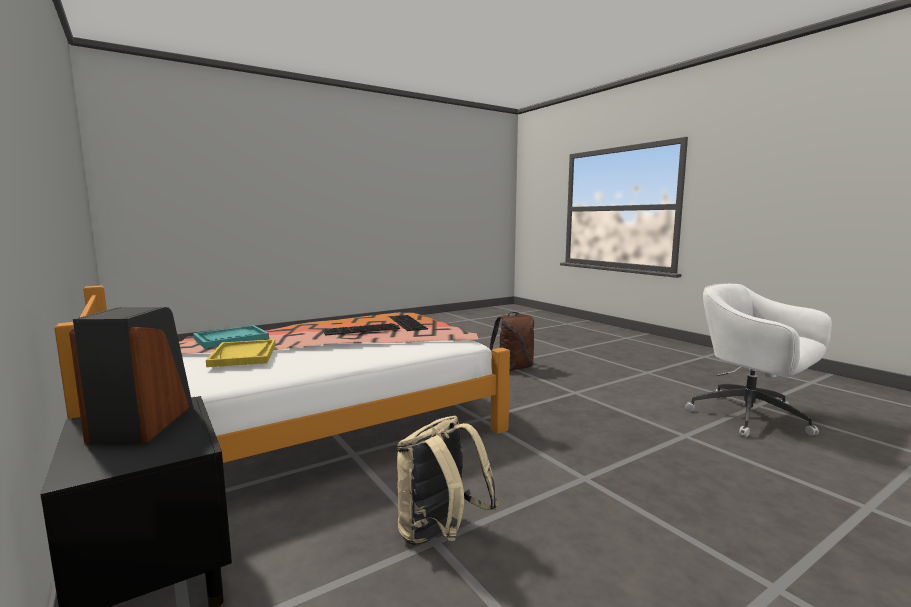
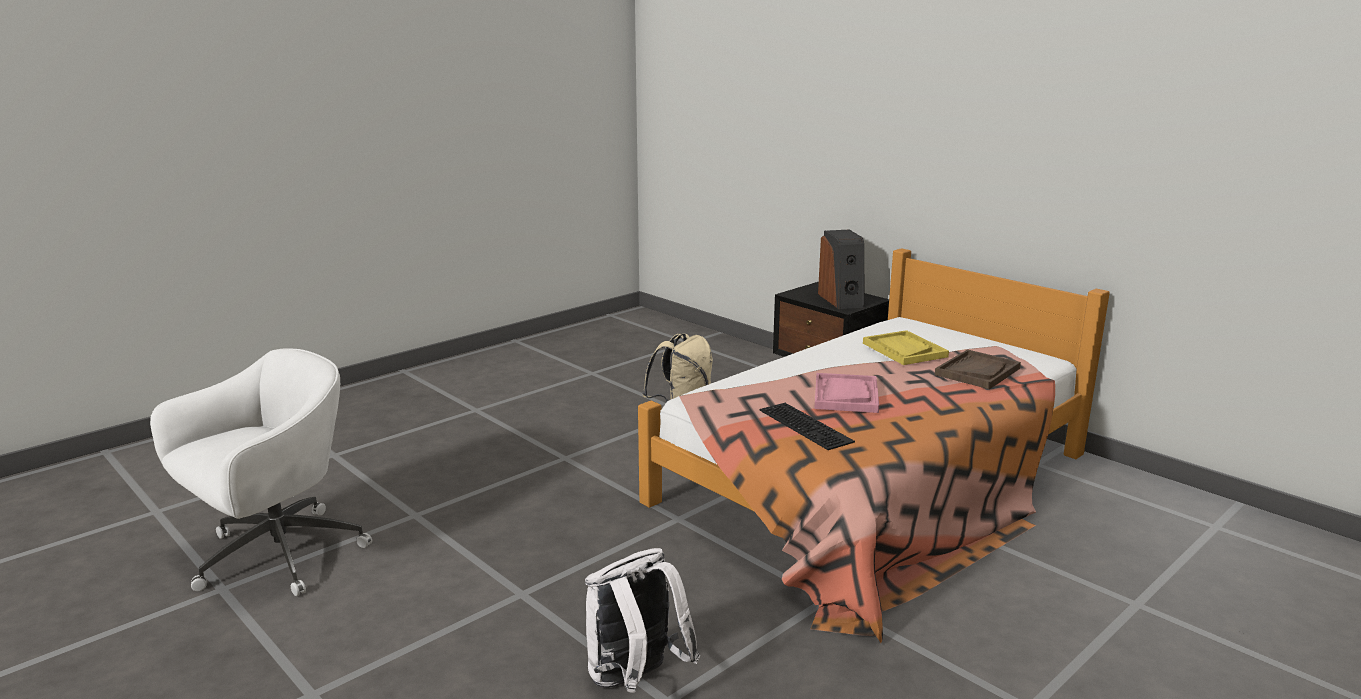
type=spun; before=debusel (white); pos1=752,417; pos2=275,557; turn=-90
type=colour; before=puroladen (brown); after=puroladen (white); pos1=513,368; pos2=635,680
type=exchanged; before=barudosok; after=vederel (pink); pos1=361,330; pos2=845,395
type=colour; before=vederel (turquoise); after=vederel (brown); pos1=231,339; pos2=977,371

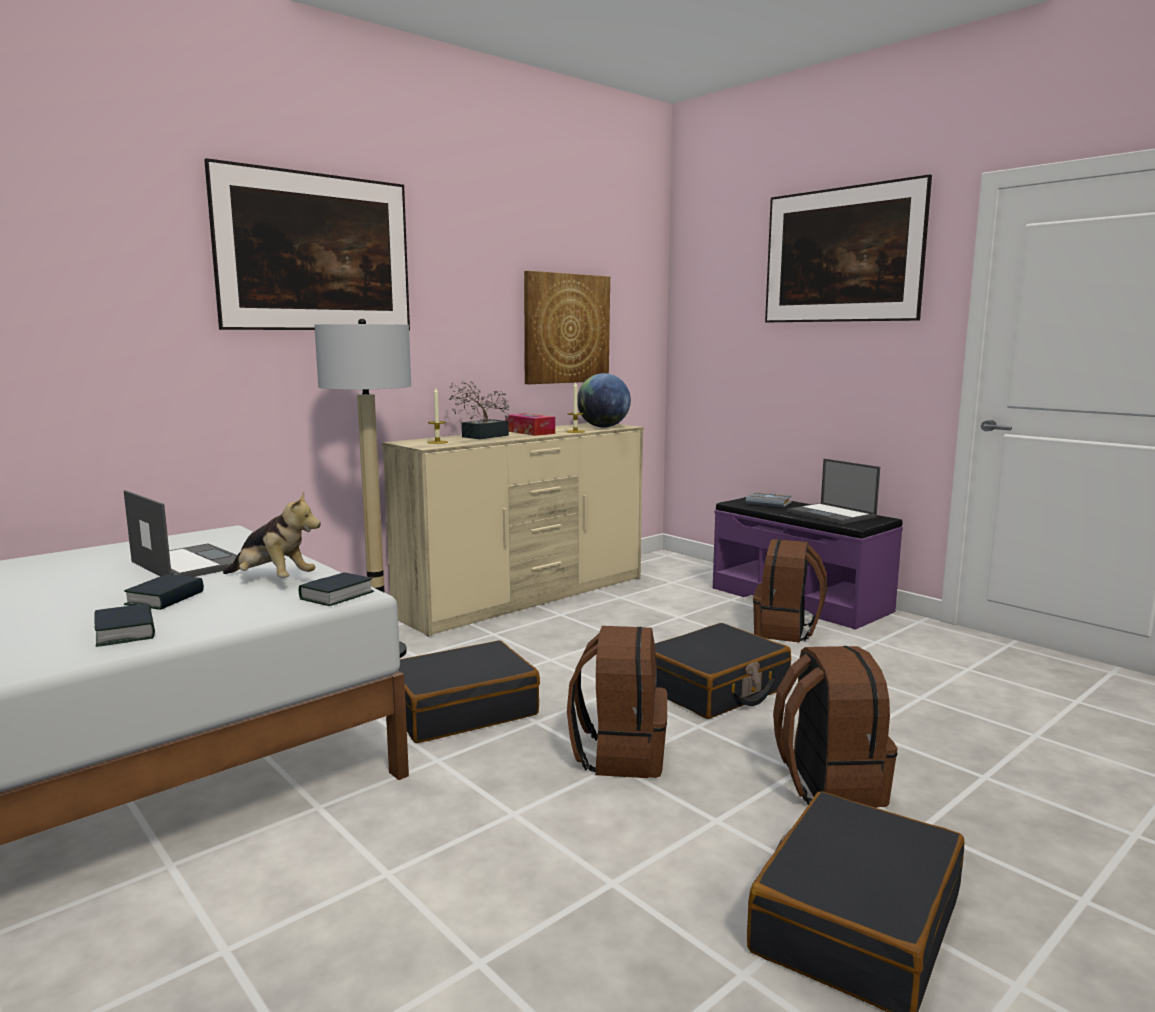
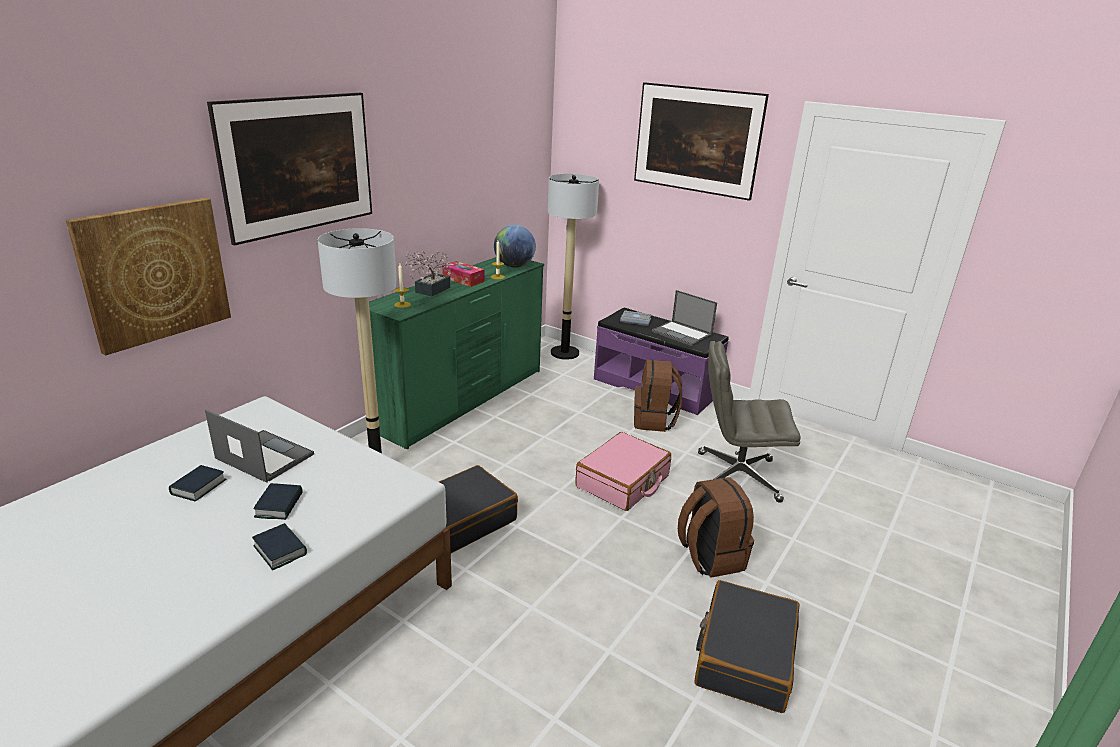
type=relocated; before=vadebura; pos1=566,328; pos2=155,273
type=relocated; before=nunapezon; pos1=336,596; pos2=198,487
type=colour; before=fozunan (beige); after=fozunan (green); pos1=526,597; pos2=463,399
type=appeared; after=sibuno; pos2=565,353
type=colour; before=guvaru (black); after=guvaru (pink); pos1=715,689; pos2=623,482
type=appeared; after=debusel (grey); pos2=736,476
type=missing; before=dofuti; pos1=272,580
type=missing; before=puroladen (brown); pos1=619,755

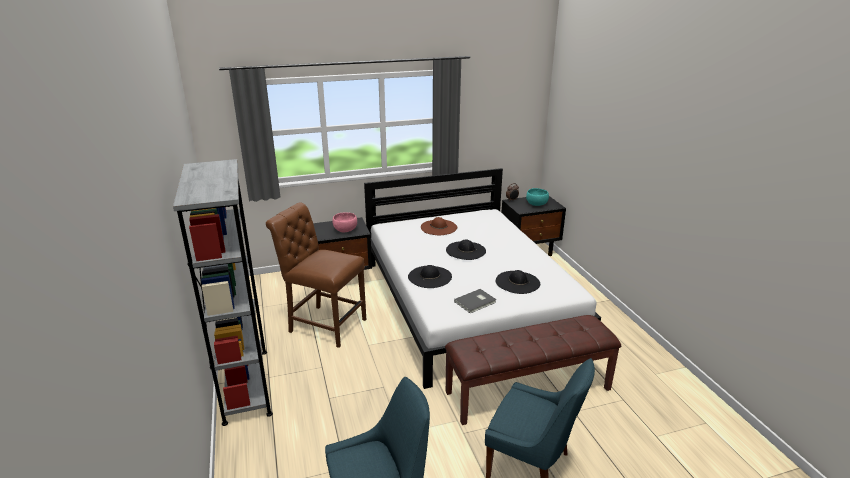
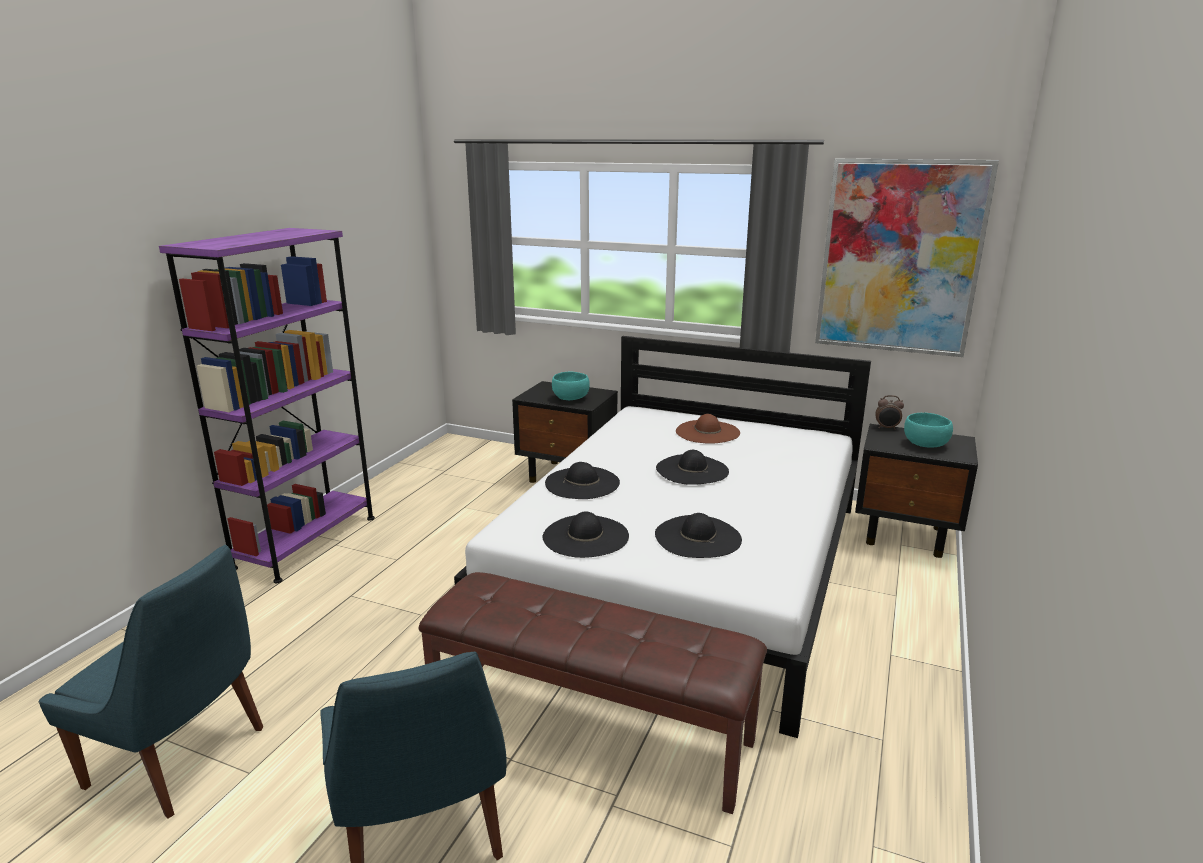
type=colour; before=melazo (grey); after=melazo (purple); pos1=246,385; pos2=306,542
type=exchanged; before=nunapezon (grey); after=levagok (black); pos1=476,302; pos2=585,536
type=colour; before=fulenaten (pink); after=fulenaten (turquoise); pos1=345,230; pos2=571,398
type=appeared; after=vadebura; pos2=899,258
type=missing; before=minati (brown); pos1=324,324

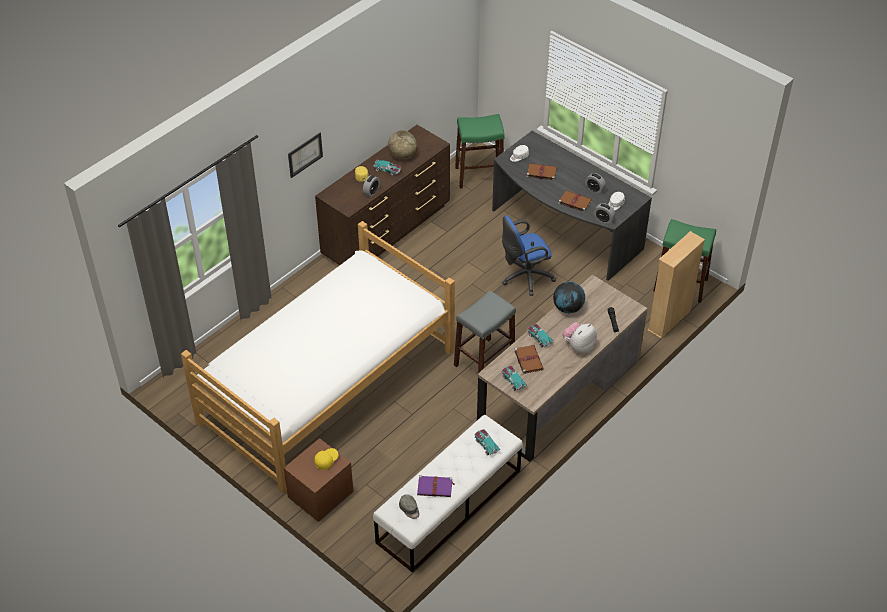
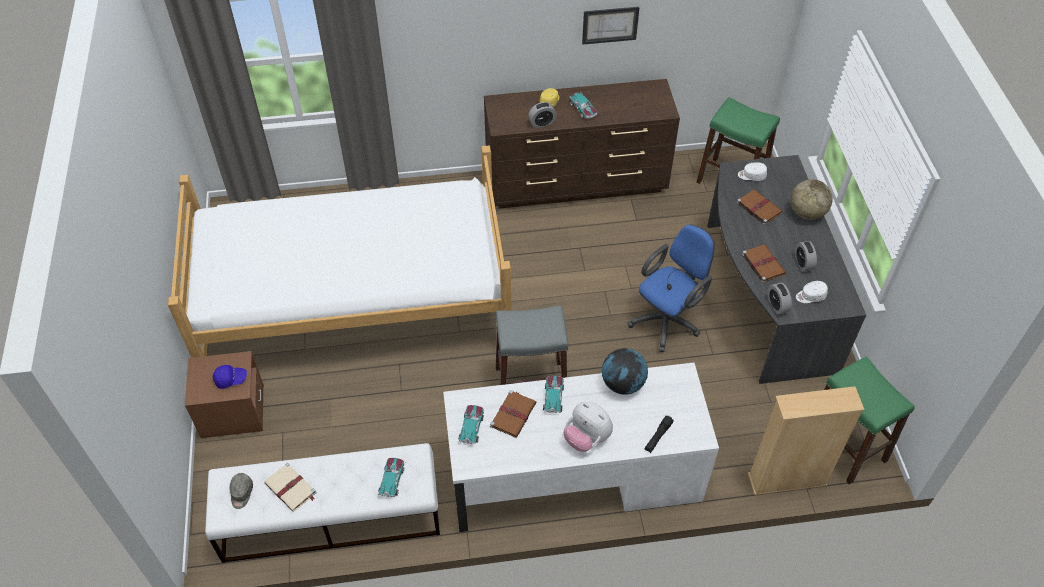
type=colour; before=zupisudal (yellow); after=zupisudal (blue); pos1=326,460; pos2=231,379
type=colour; before=nunapezon (purple); after=nunapezon (beige); pos1=435,487; pos2=291,488
type=colour; before=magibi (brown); after=magibi (white); pos1=559,391; pos2=574,474
type=spun; before=dofuti; pos1=578,346; pos2=586,438; turn=-135
type=relocated; before=vadebura; pos1=305,154; pos2=610,25
type=spun; before=debusel (blue); pos1=524,277; pos2=667,320; turn=120
type=relocated; before=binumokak; pos1=402,156; pos2=806,213

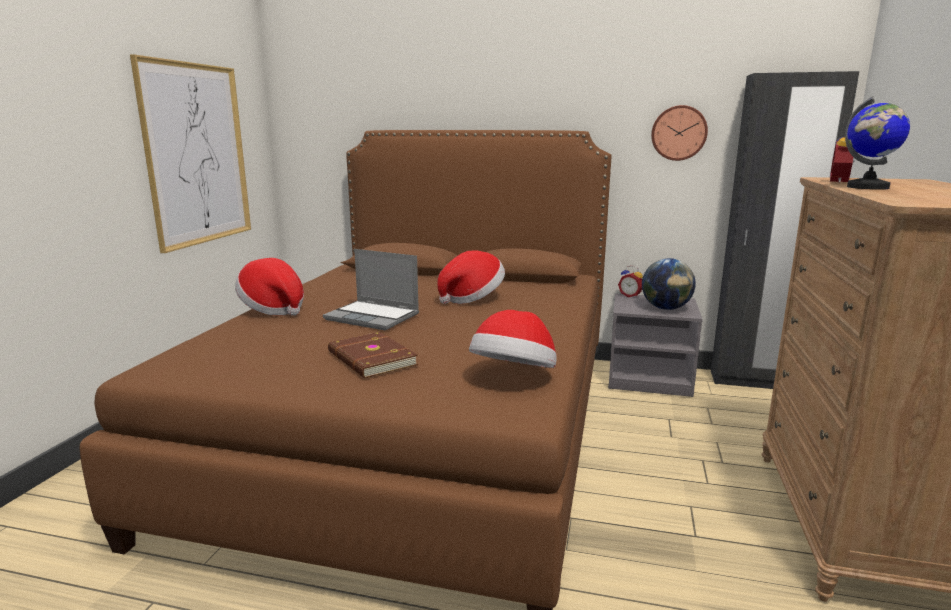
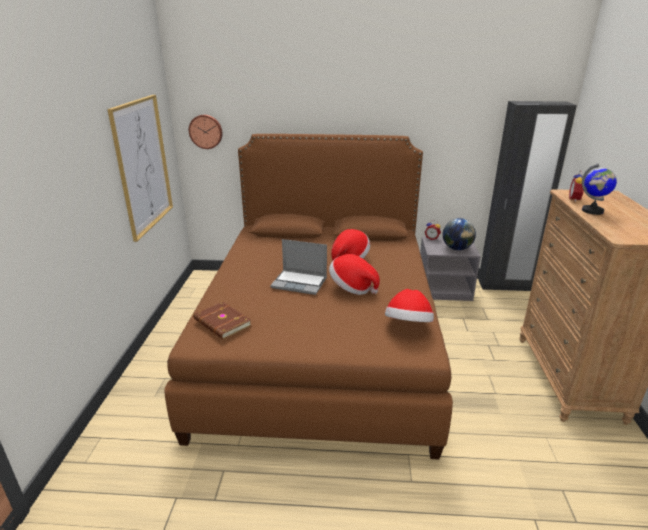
type=relocated; before=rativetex; pos1=678,133; pos2=206,131
type=relocated; before=nunapezon (brown); pos1=370,359; pos2=221,323
type=relocated; before=levagok; pos1=273,309; pos2=352,287

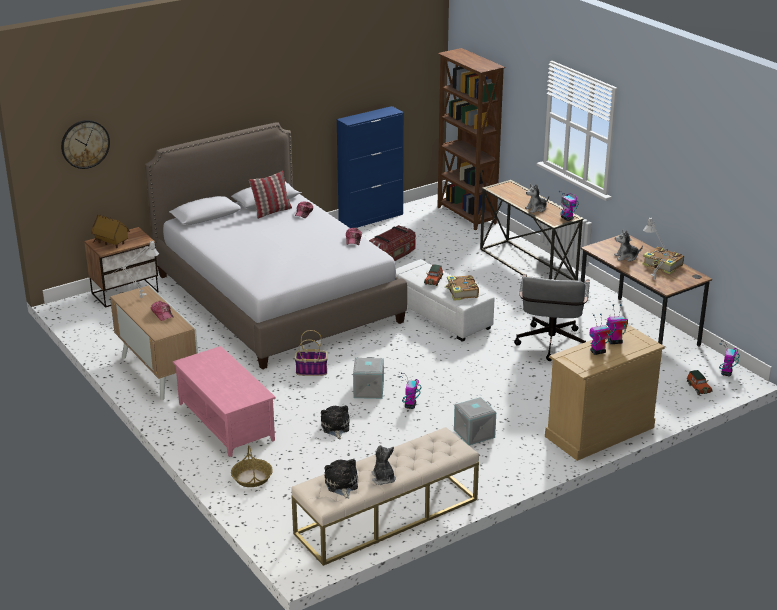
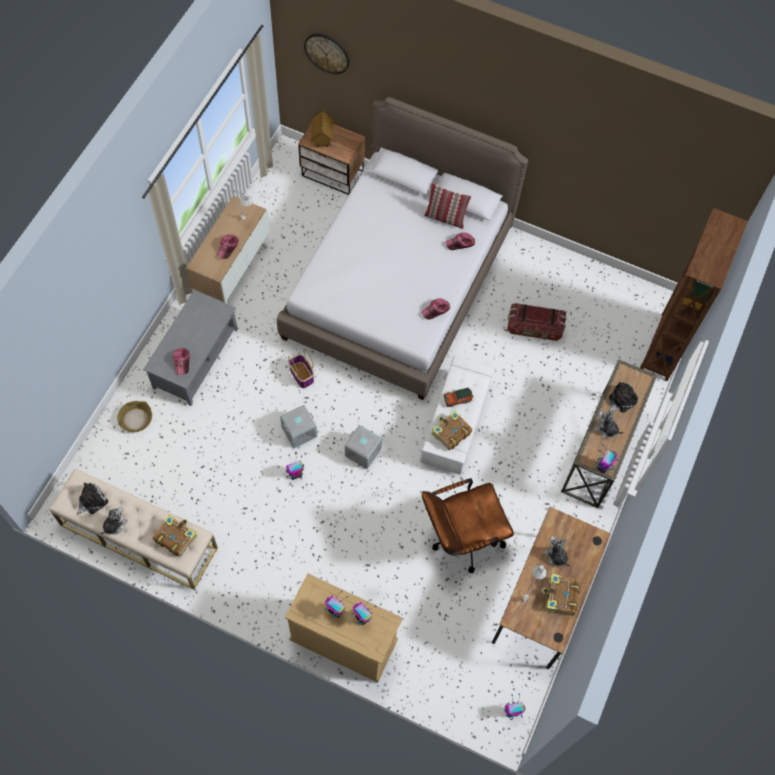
type=colour; before=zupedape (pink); after=zupedape (grey); pos1=225,422; pos2=195,358
type=appeared; after=nunapezon; pos2=175,537
type=appeared; after=zupisudal; pos2=182,362
type=relocated; before=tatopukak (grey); pos1=474,434; pos2=362,452
type=colour; before=debusel (grey); after=debusel (brown); pos1=550,346; pos2=460,538
type=relocated; before=dofuti; pos1=335,428; pos2=620,400
type=missing; before=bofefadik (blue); pos1=371,218
type=missing; before=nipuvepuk; pos1=698,388

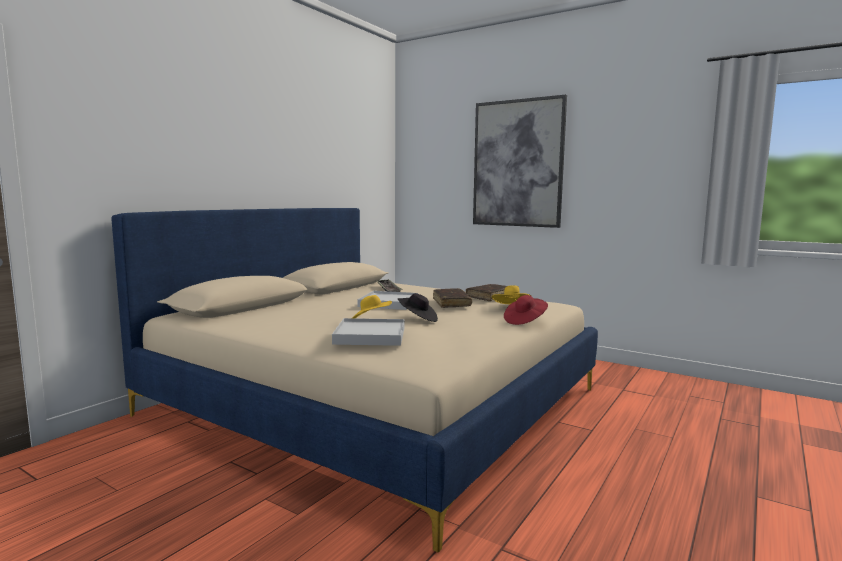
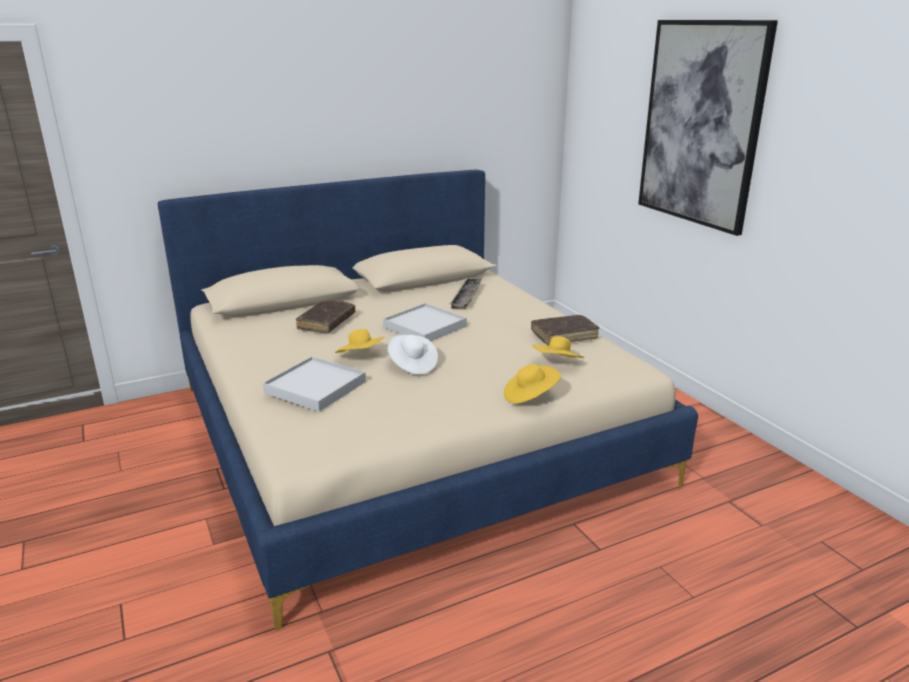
type=relocated; before=nunapezon (brown); pos1=451,303; pos2=326,322
type=colour; before=levagok (black); after=levagok (white); pos1=418,319; pos2=412,365
type=colour; before=levagok (red); after=levagok (yellow); pos1=525,321; pos2=530,396

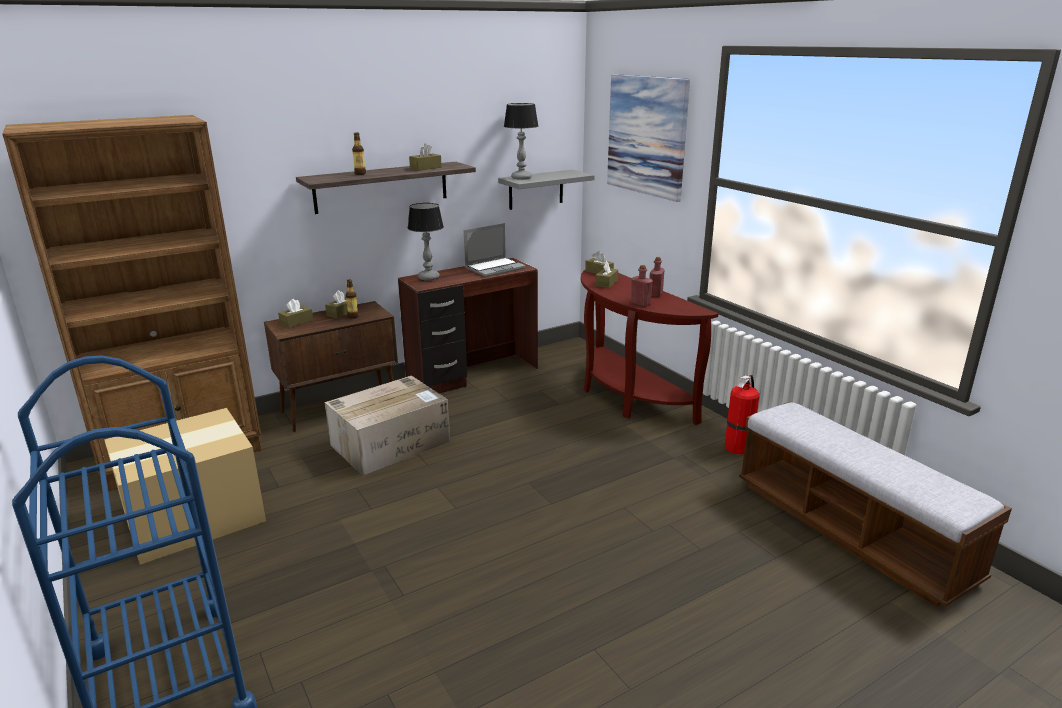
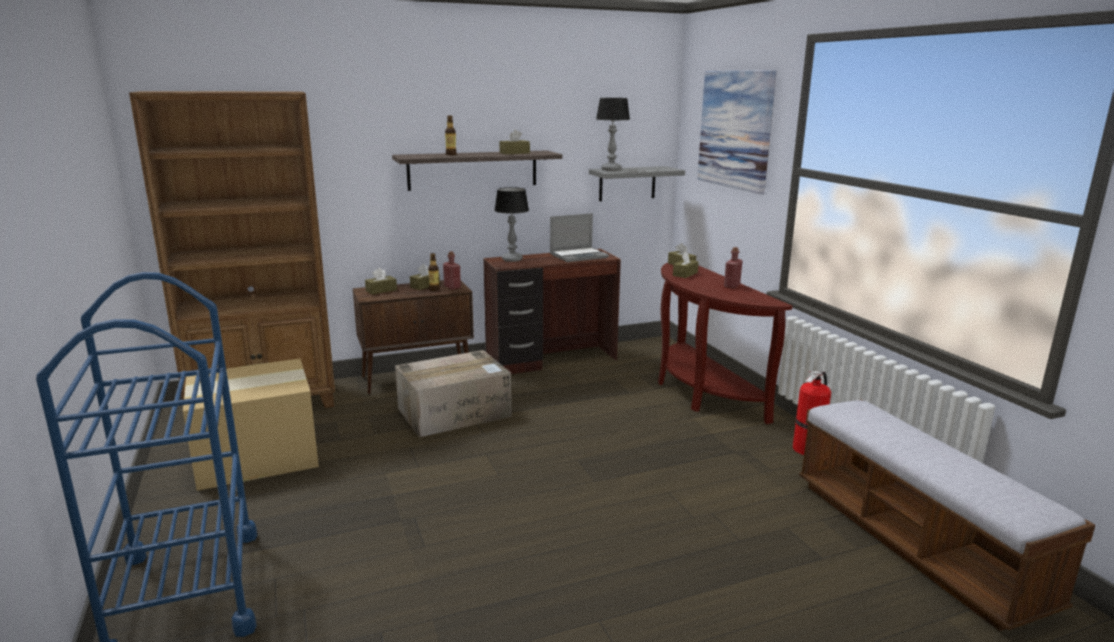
type=relocated; before=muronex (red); pos1=640,304; pos2=452,287

